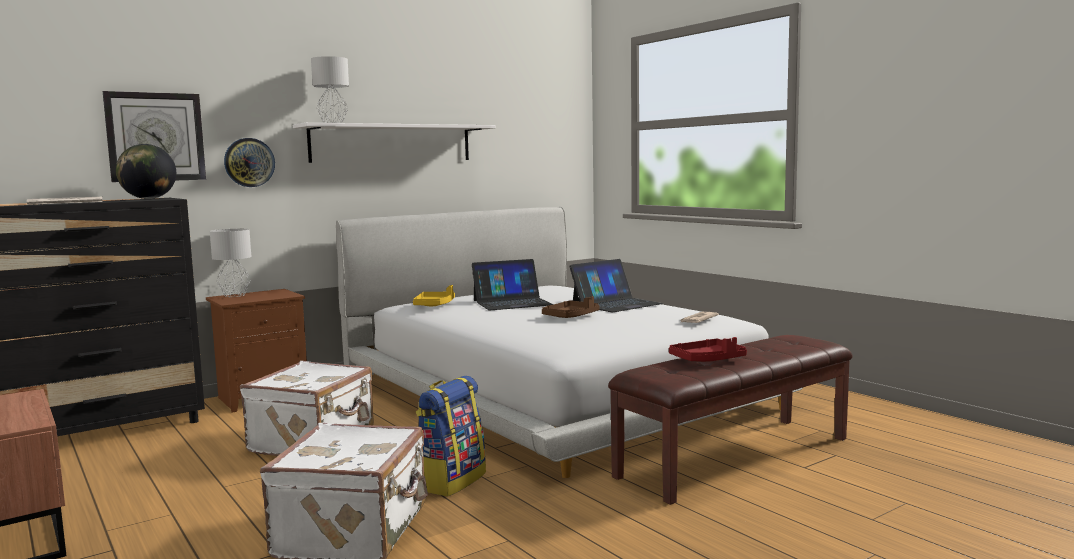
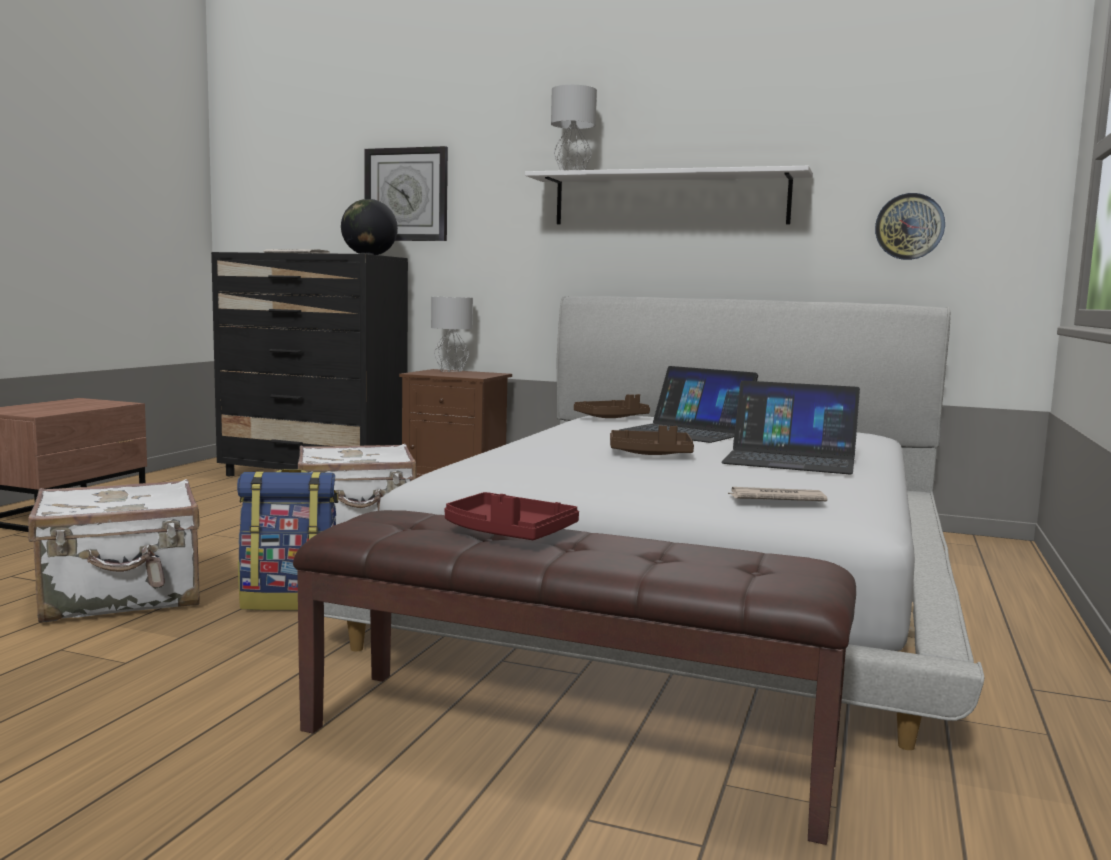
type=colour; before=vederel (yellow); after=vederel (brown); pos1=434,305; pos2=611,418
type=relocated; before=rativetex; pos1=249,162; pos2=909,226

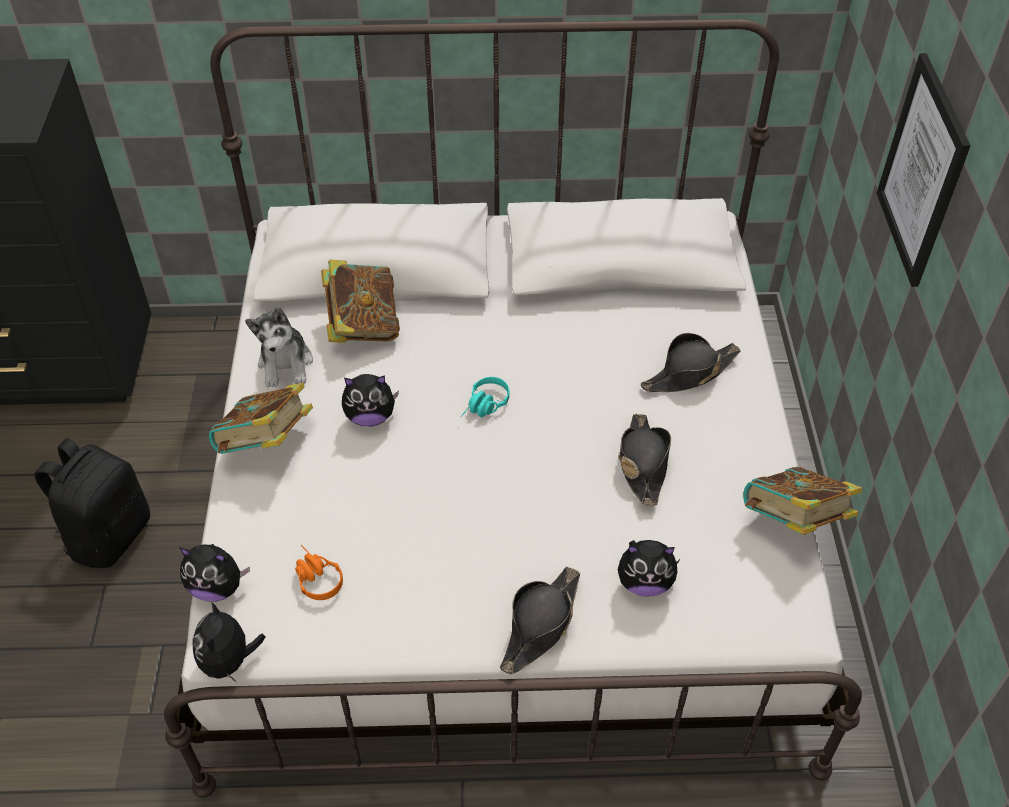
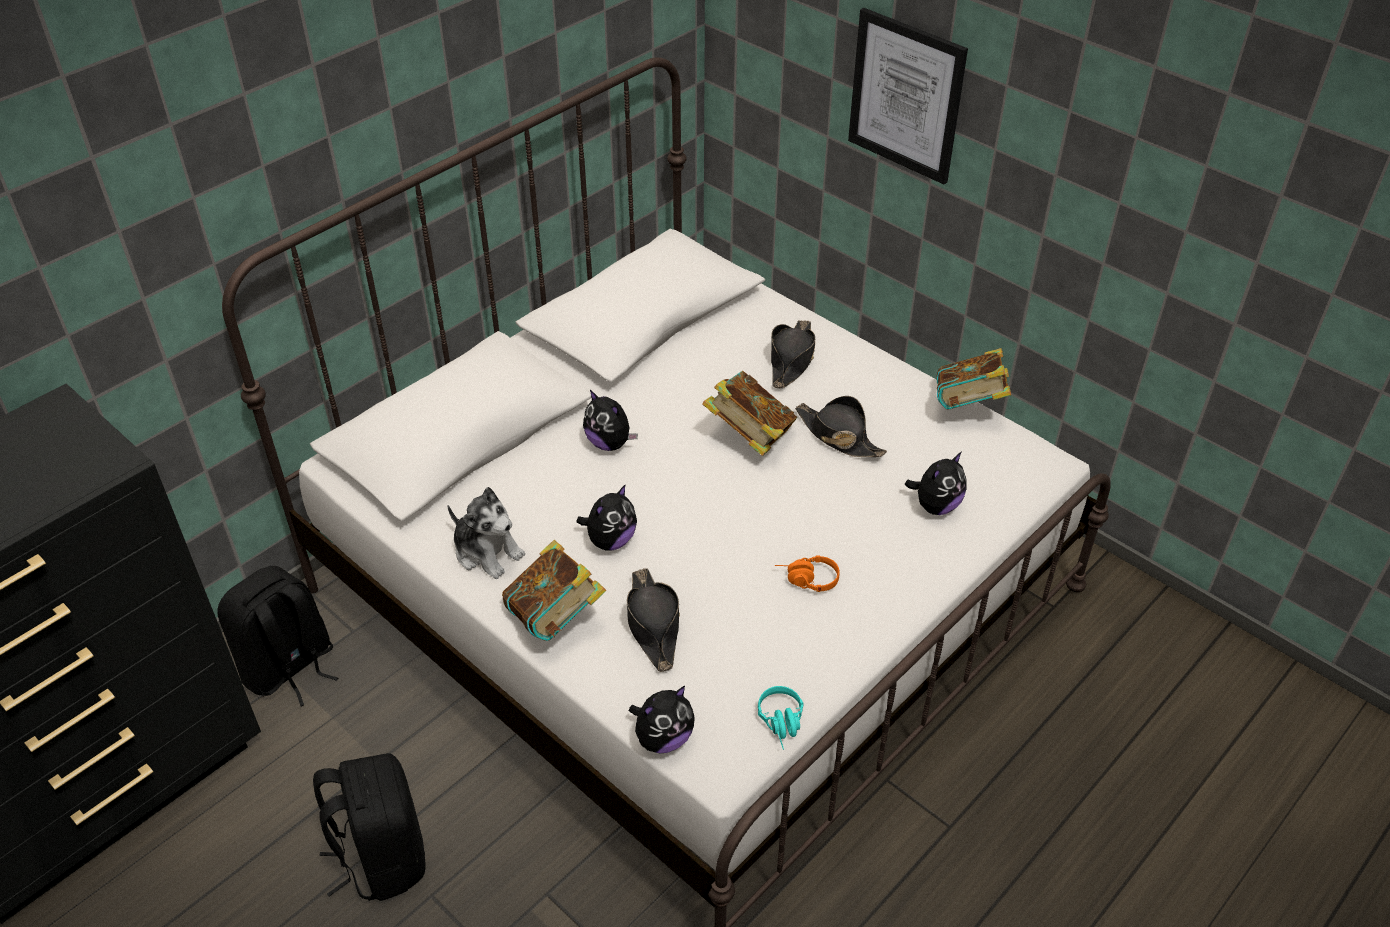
type=appeared; after=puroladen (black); pos2=289,668
type=relocated; before=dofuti; pos1=229,661; pos2=610,443
type=relocated; before=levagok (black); pos1=540,625; pos2=653,625
type=relocated; before=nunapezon; pos1=362,326; pos2=749,436
type=relocated; before=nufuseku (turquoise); pos1=484,407; pos2=783,725
type=relocated; before=nufuseku (orange); pos1=315,577; pos2=806,580

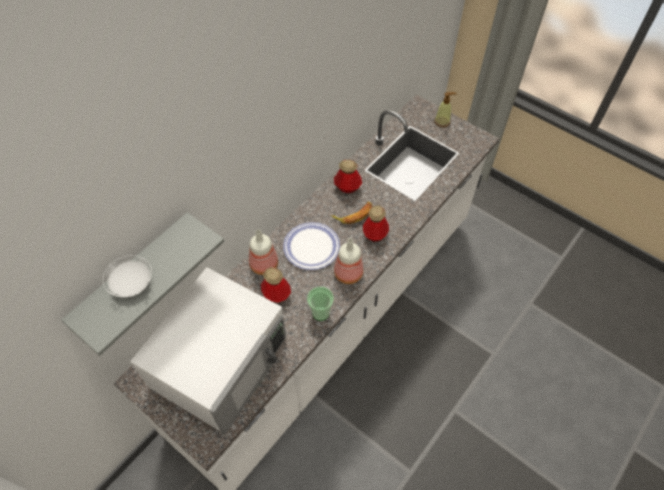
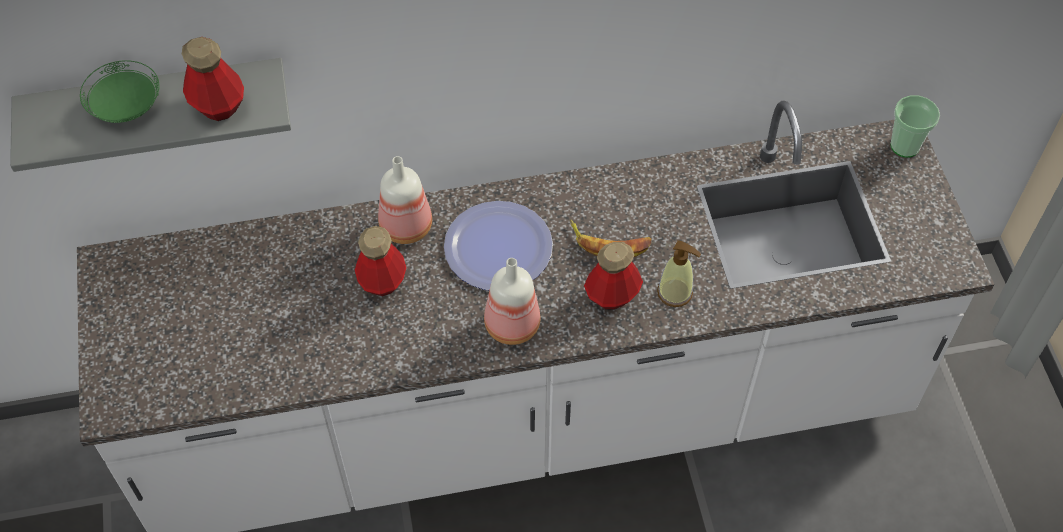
type=colour; before=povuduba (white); after=povuduba (green); pos1=132,283; pos2=126,106
type=relocated; before=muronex; pos1=347,187; pos2=218,105
type=relocated; before=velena; pos1=442,121; pos2=675,293
type=relocated; before=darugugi; pos1=320,313; pos2=905,146
type=missing; before=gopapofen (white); pos1=221,361

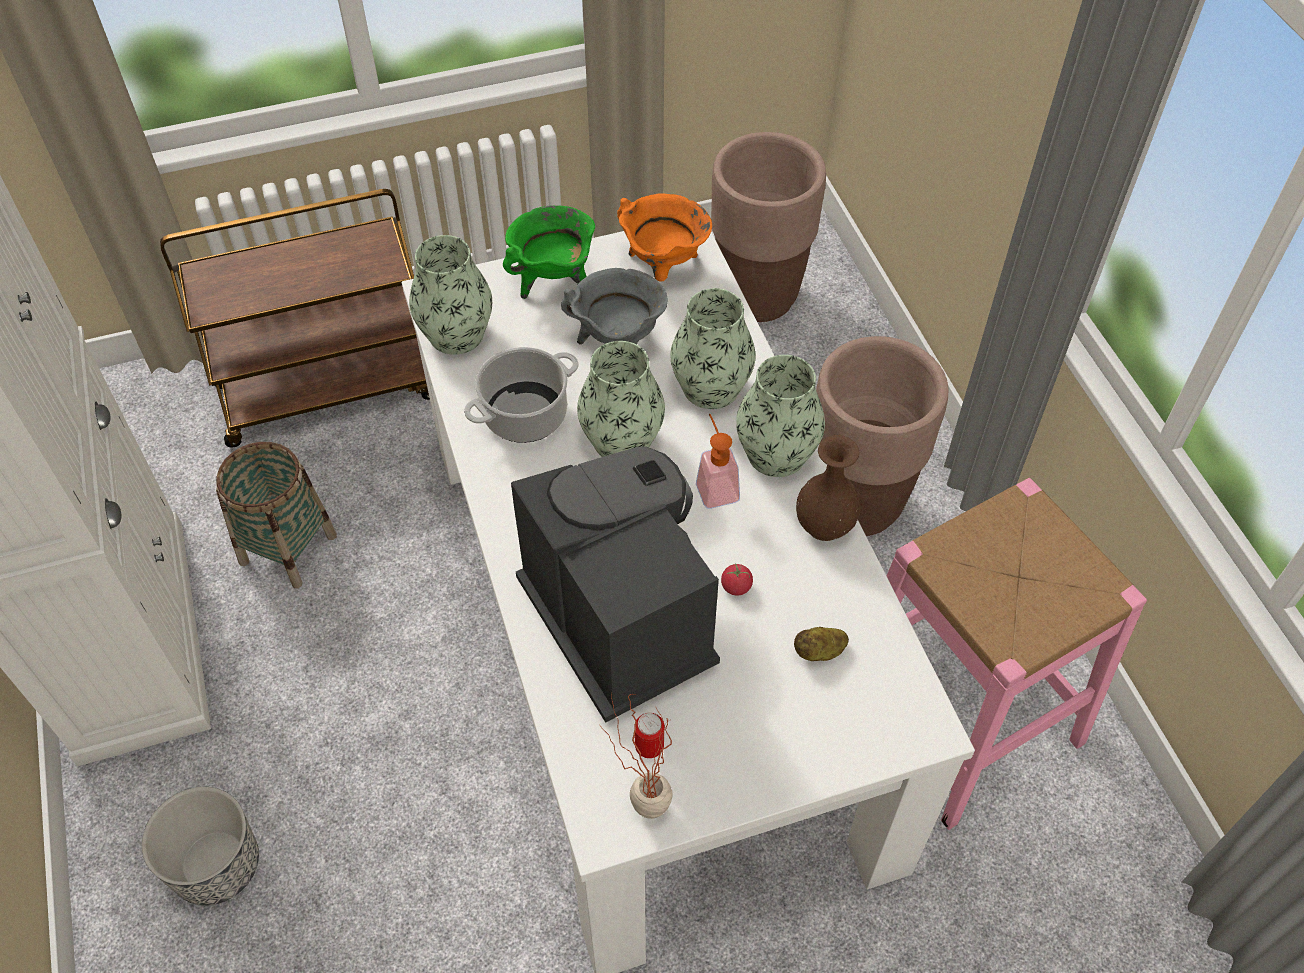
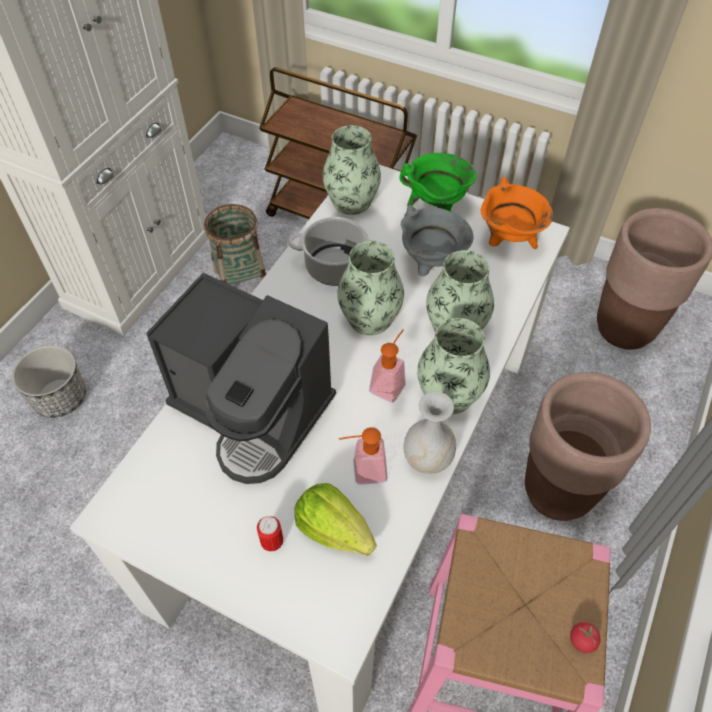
type=spun; before=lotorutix; pos1=620,616; pos2=253,411; turn=105
type=relocated; before=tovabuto; pos1=649,747; pos2=272,542
type=exchanged; before=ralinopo; after=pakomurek; pos1=819,652; pos2=333,529
type=appeared; after=velena; pos2=363,471
type=colour; before=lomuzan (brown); after=lomuzan (white); pos1=825,525; pos2=428,459
type=relocated; before=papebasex; pos1=736,586; pos2=582,640
type=missing; before=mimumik; pos1=637,807

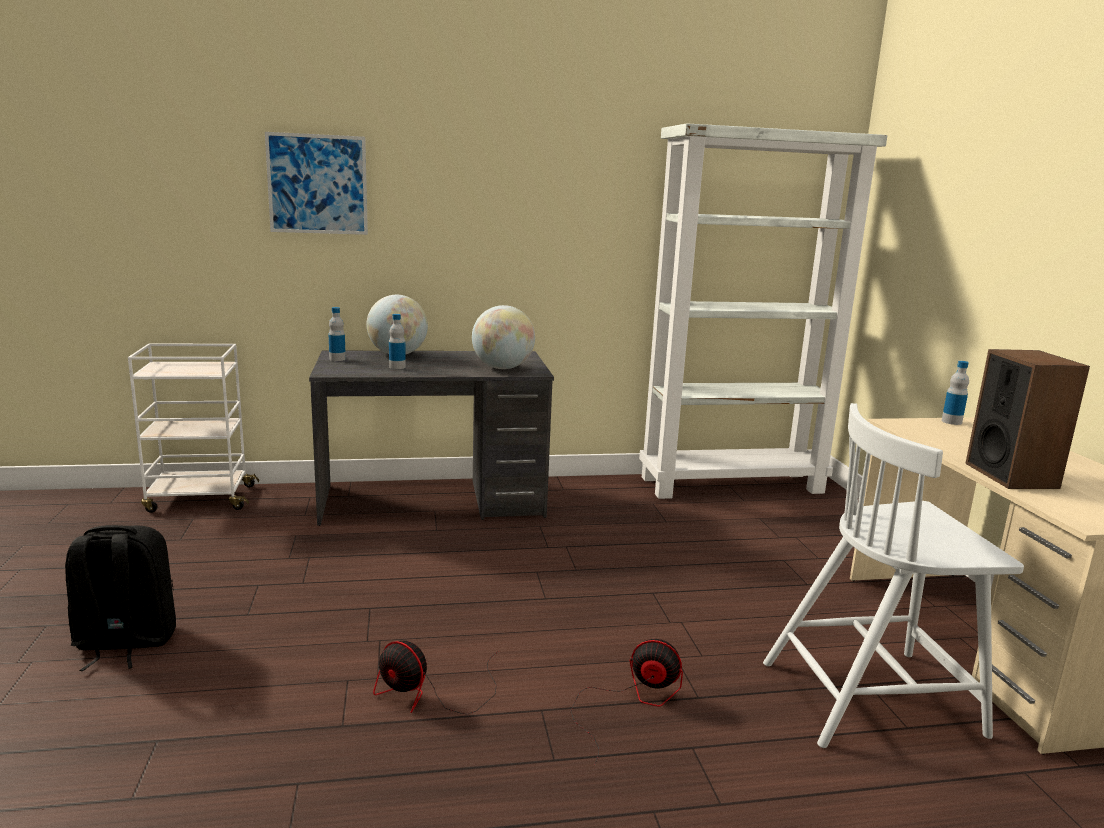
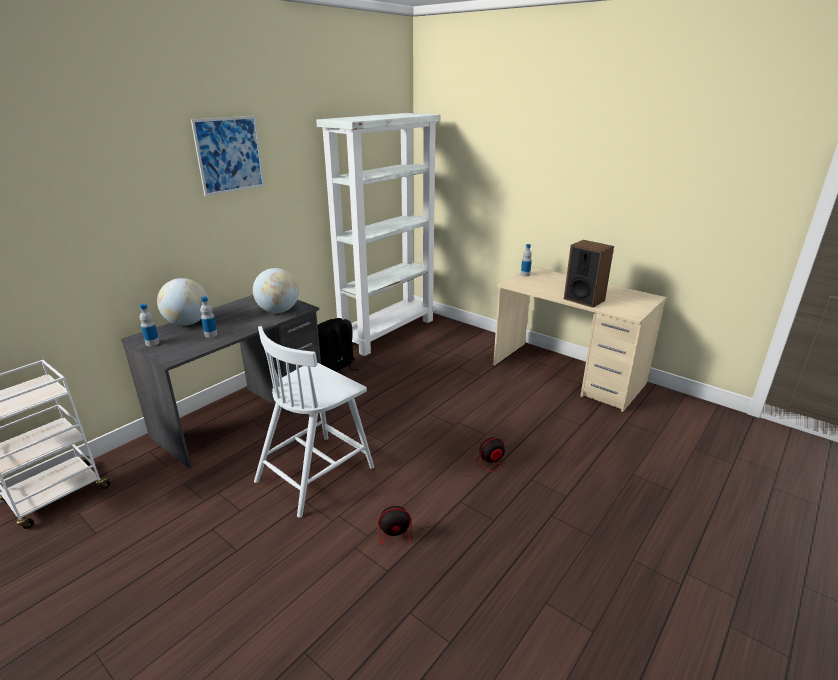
type=relocated; before=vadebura; pos1=317,184; pos2=229,155
type=relocated; before=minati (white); pos1=874,697; pos2=316,473
type=relocated; before=puroladen (black); pos1=124,643; pos2=336,368

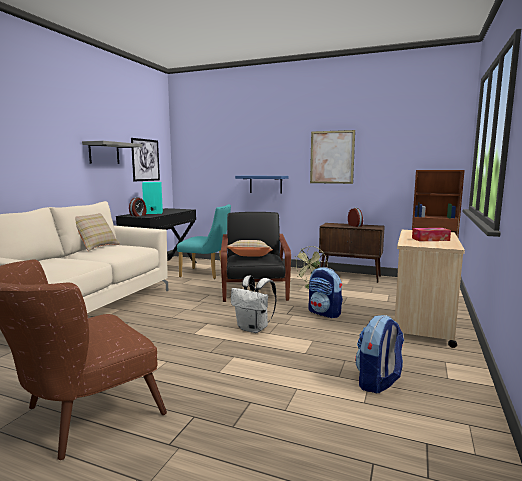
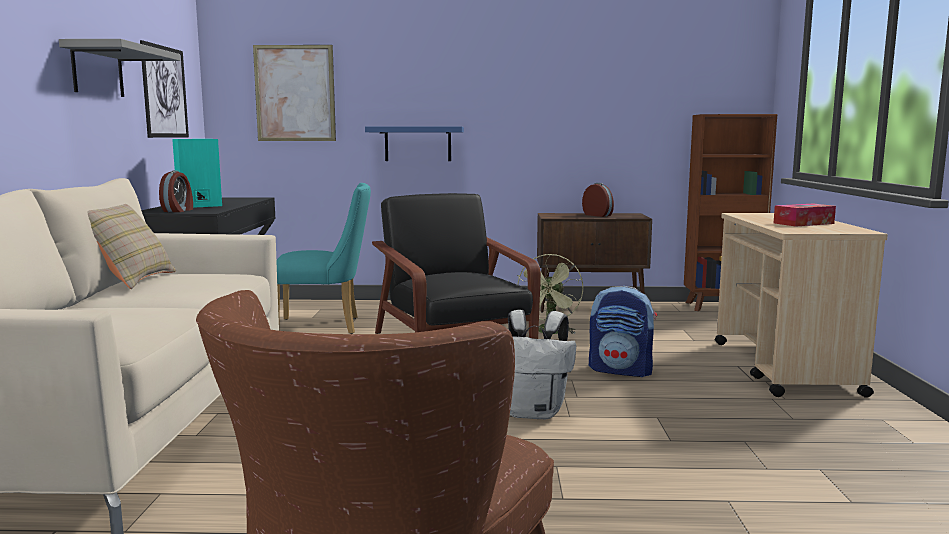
type=relocated; before=vadebura; pos1=332,157; pos2=295,93
type=missing; before=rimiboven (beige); pos1=250,257
type=missing; before=puroladen; pos1=378,382

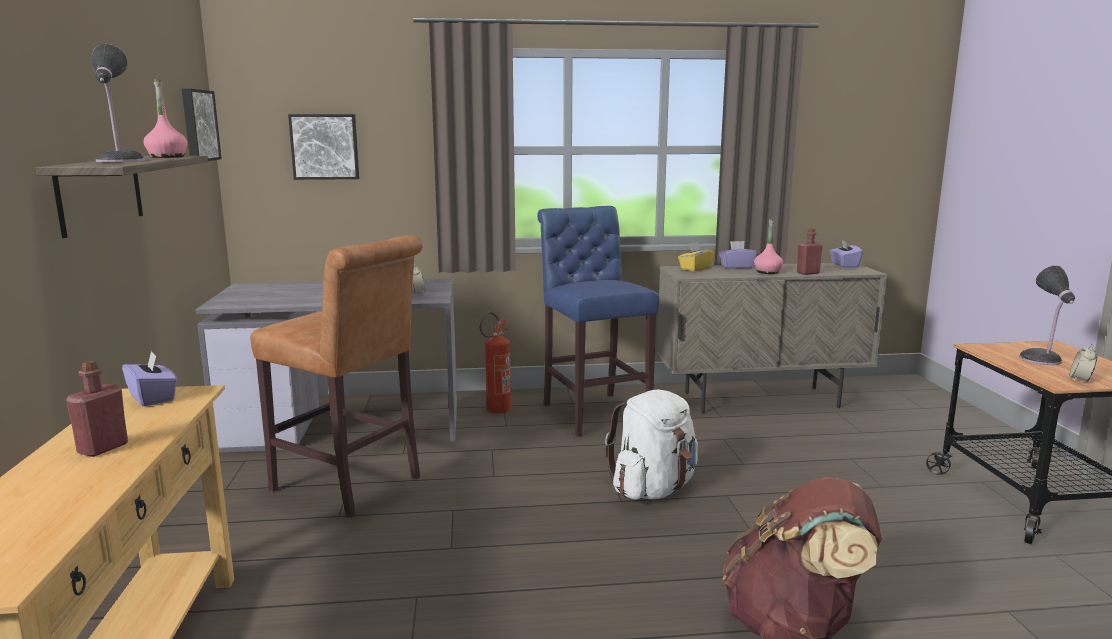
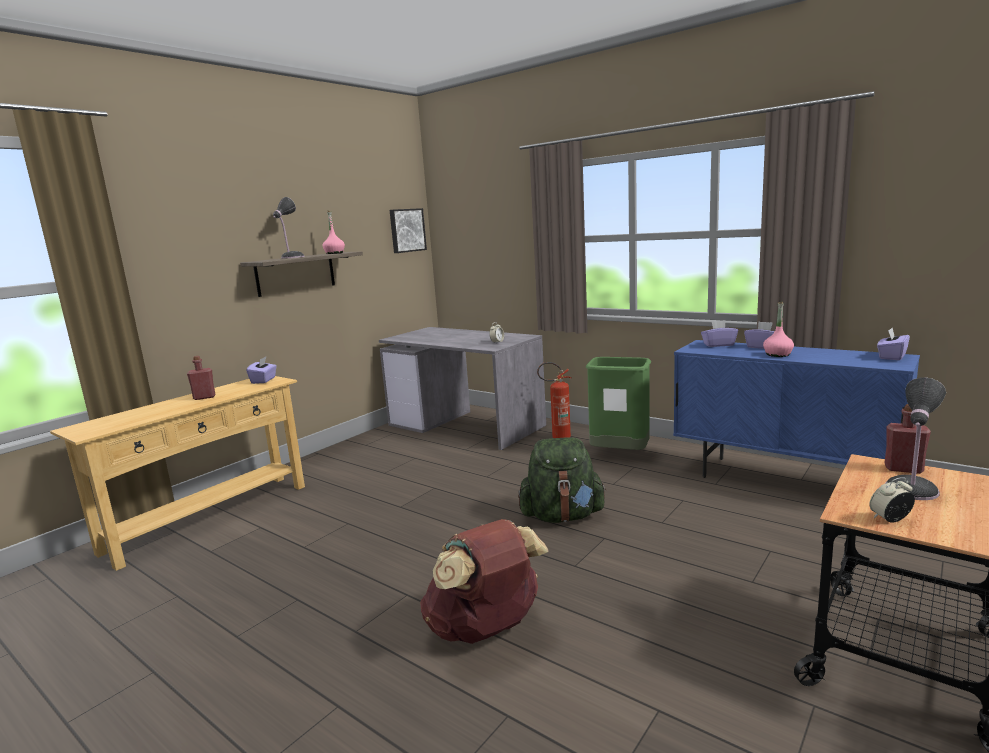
type=colour; before=puroladen (white); after=puroladen (green); pos1=653,489; pos2=562,516
type=exchanged; before=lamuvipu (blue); after=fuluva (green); pos1=593,412; pos2=620,454
type=colour; before=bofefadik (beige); after=bofefadik (blue); pos1=761,400; pos2=782,481
type=colour; before=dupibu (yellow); after=dupibu (purple); pos1=695,269; pos2=718,344
type=relocated; before=muronex (red); pos1=808,273; pos2=903,469
type=missing; before=lamuvipu (brown); pos1=352,486
type=missing; before=vadebura; pos1=325,146

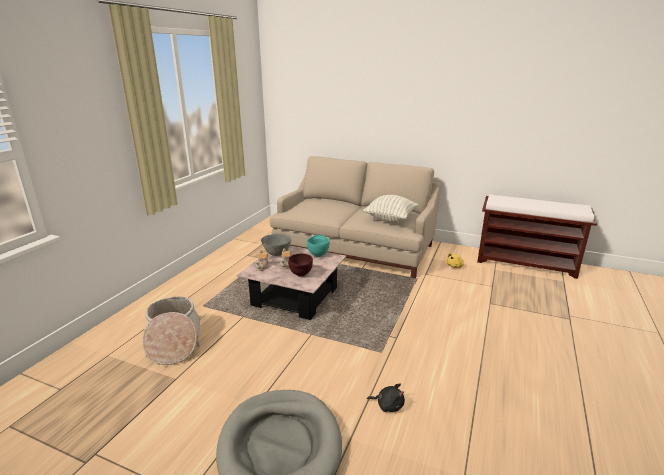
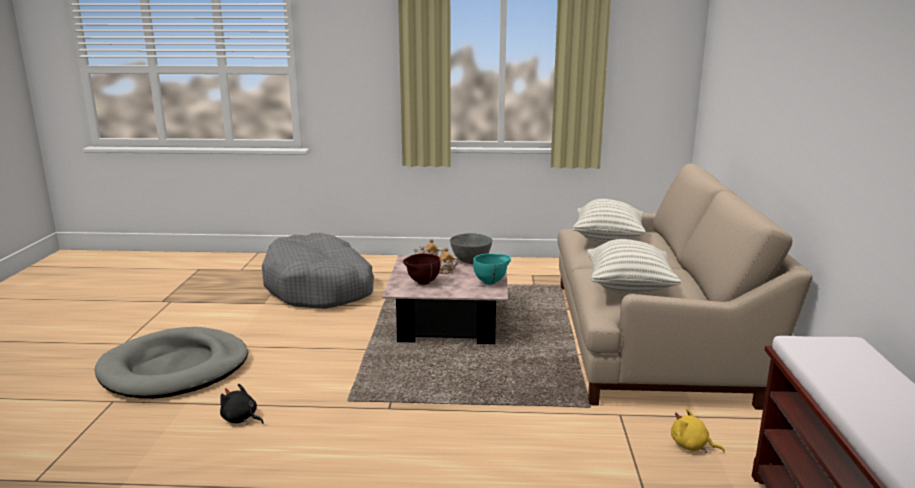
type=spun; before=dofuti (black); pos1=388,405; pos2=241,419; turn=120
type=exchanged; before=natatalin; after=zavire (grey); pos1=174,342; pos2=320,287
type=appeared; after=rimiboven; pos2=608,239

